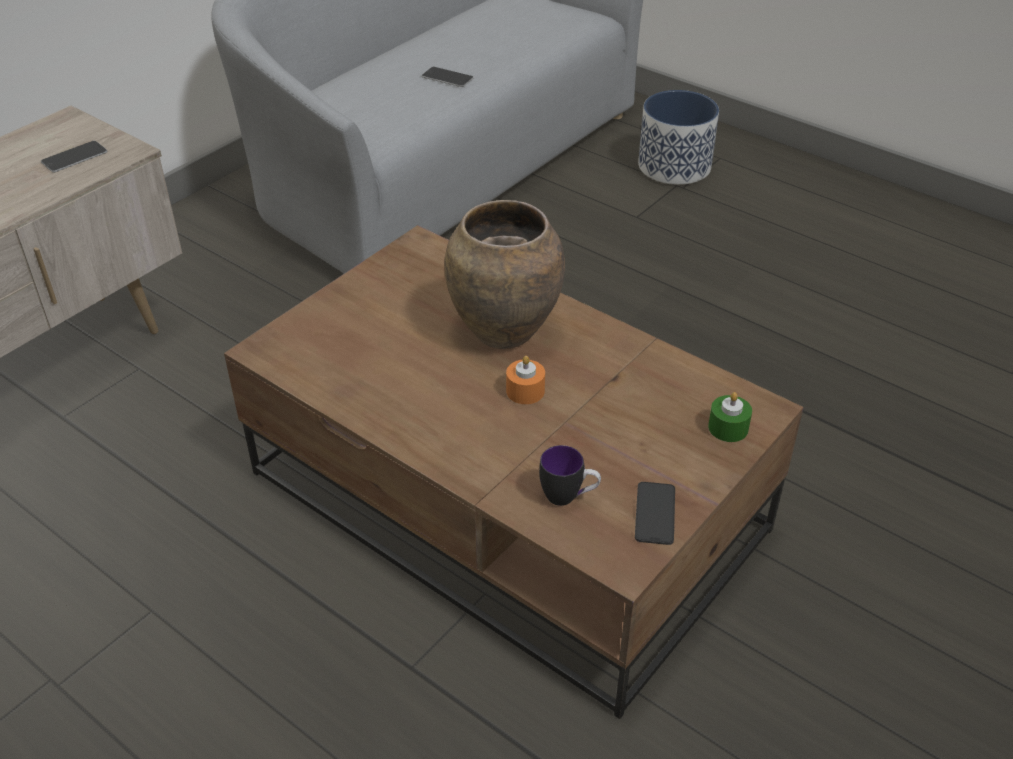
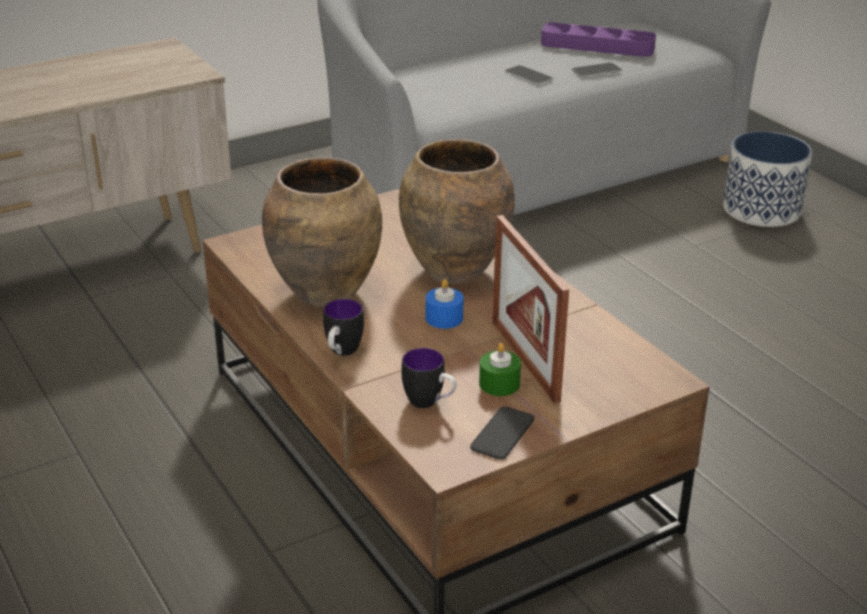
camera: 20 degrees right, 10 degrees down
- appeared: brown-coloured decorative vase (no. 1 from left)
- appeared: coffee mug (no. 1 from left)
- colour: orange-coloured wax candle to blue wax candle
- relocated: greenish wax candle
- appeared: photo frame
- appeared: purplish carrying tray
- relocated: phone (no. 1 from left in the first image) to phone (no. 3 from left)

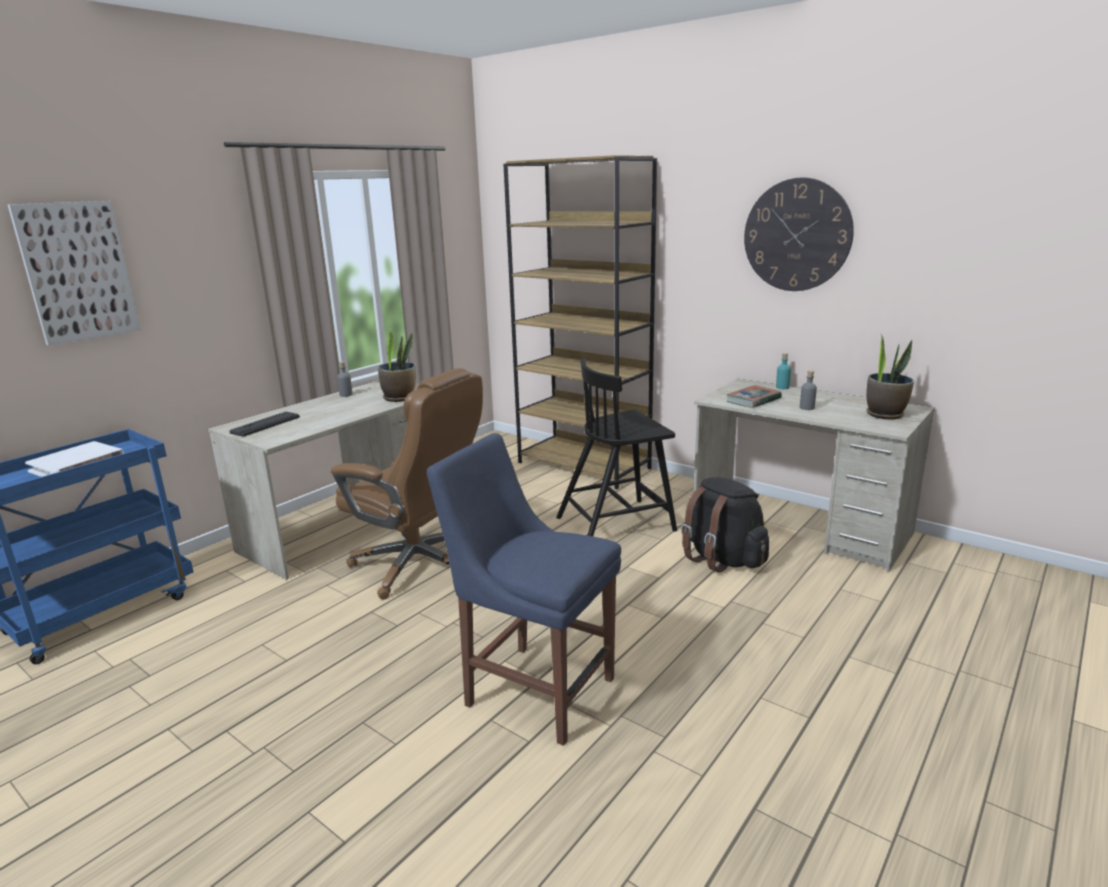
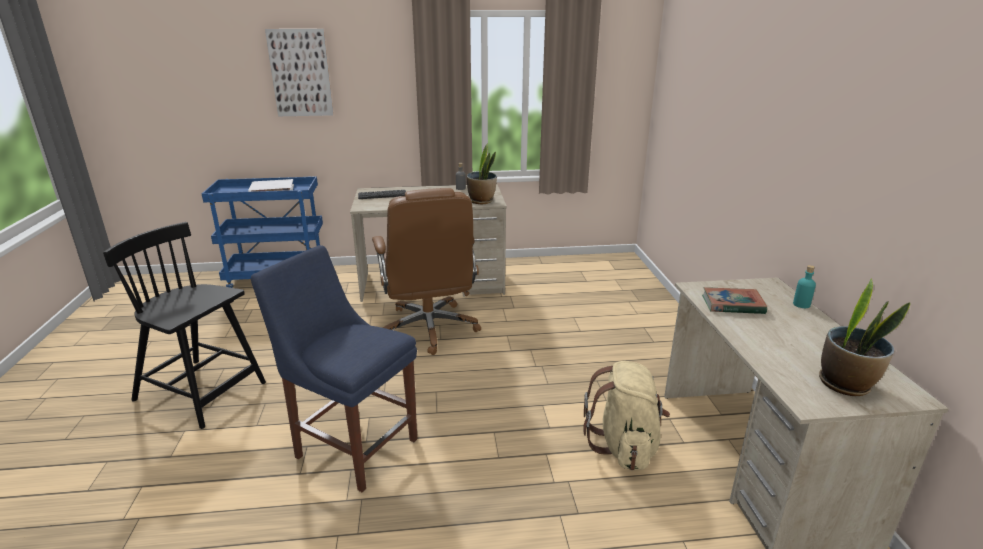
camera: 45 degrees right, 5 degrees up
- relocated: black-coloured upright chair
- spun: blue upright chair 45 degrees counterclockwise
- colour: black-coloured knapsack to beige-coloured knapsack
- missing: brown-coloured bookcase
- missing: clock on the wall
- missing: grey bottle (no. 2 from left)

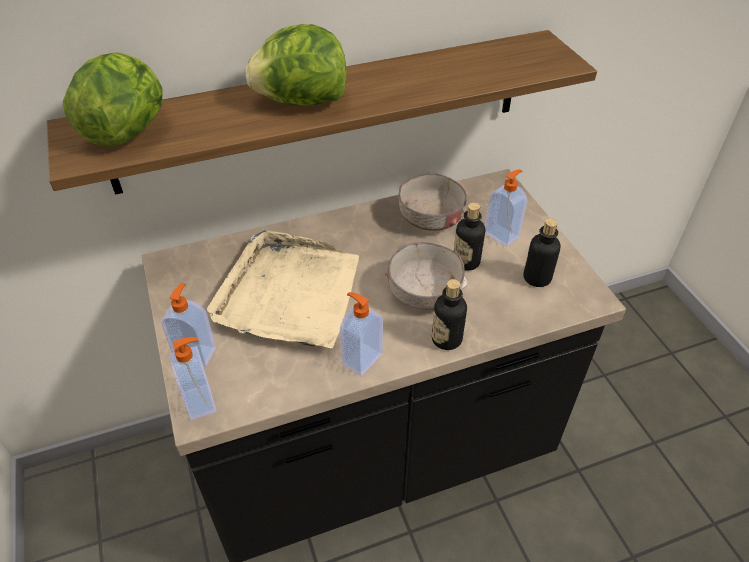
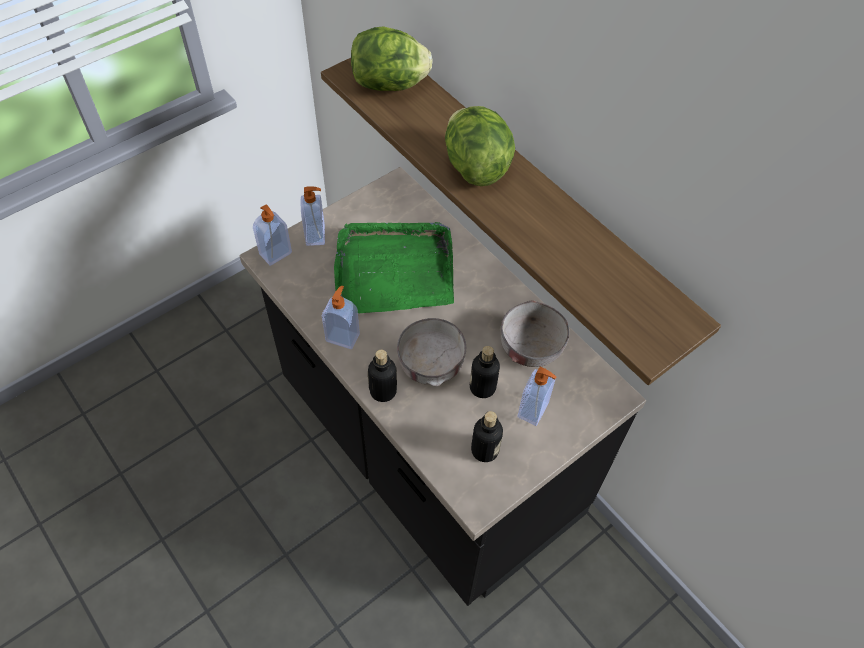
camera: 70 degrees right, 10 degrees up
- colour: beige-coloured carrying tray to greenish carrying tray

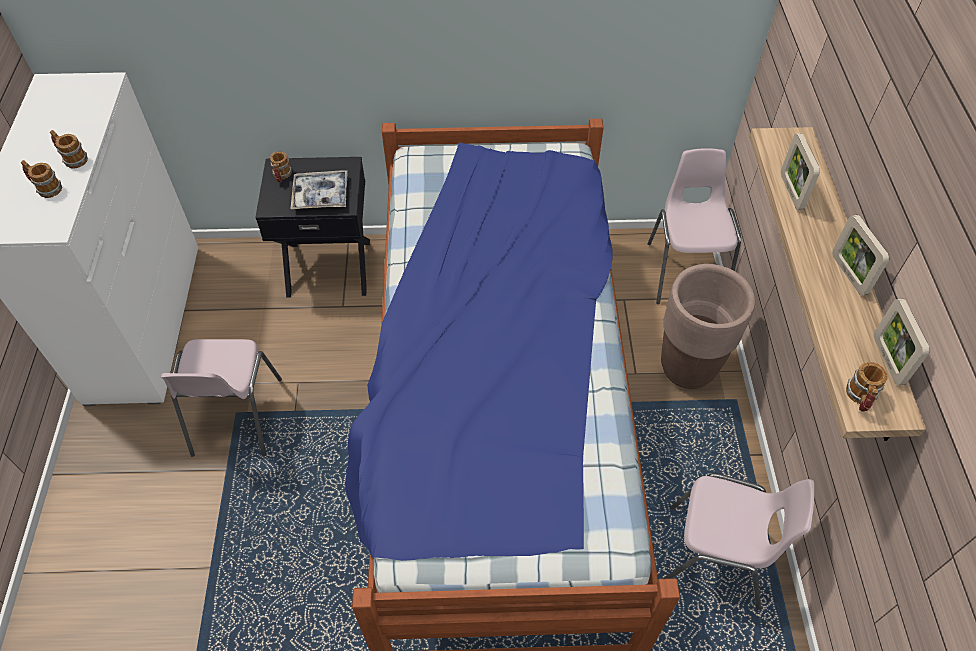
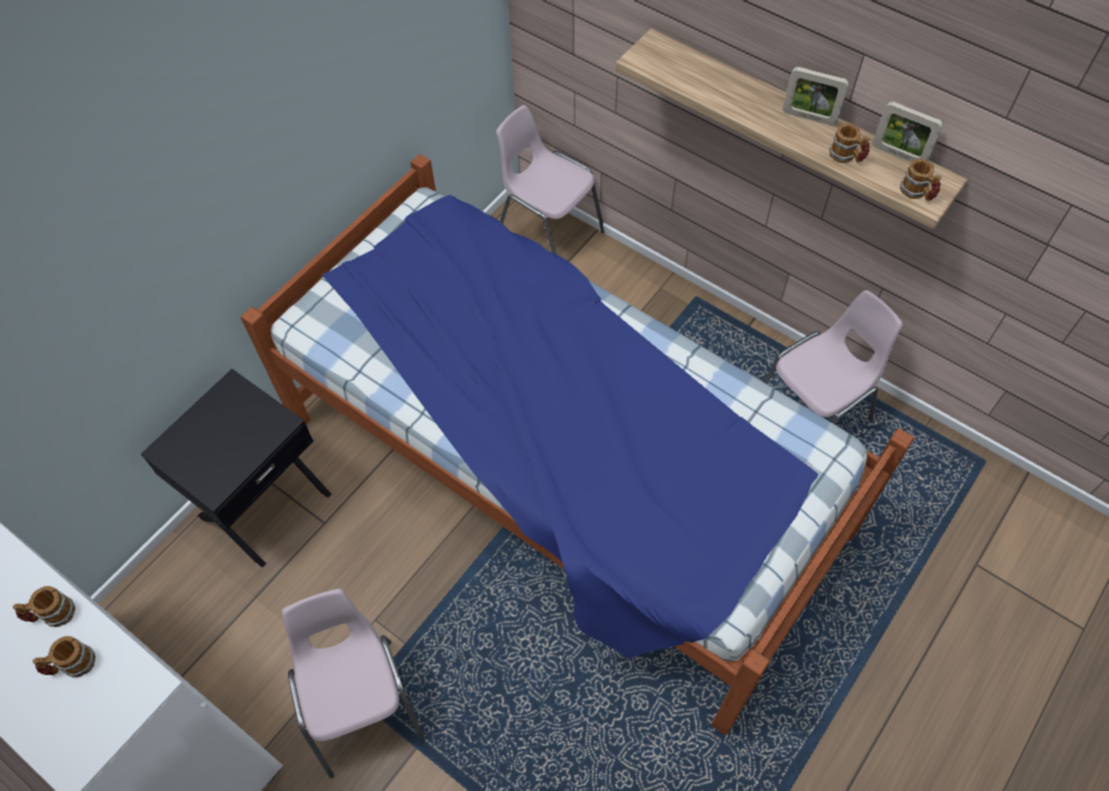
camera: 50 degrees left, 5 degrees up
- spun: pink upright chair (no. 1 from left) 150 degrees counterclockwise
- relocated: coffee mug (no. 3 from left)
- missing: carrying tray
- missing: brown-coloured plant pot
- missing: photo frame (no. 1 from left)

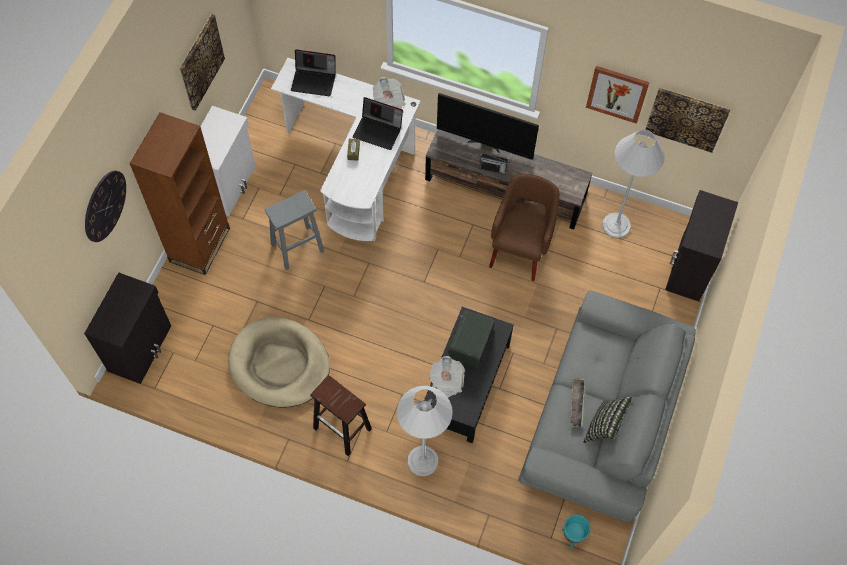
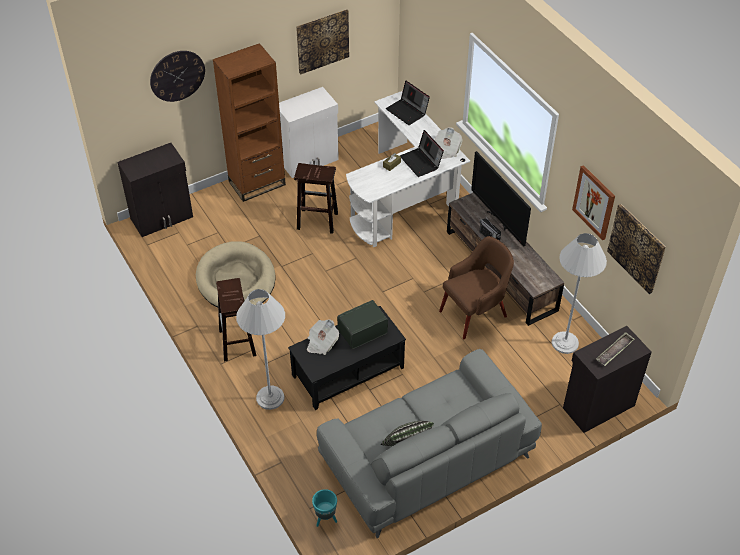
camera: 40 degrees right, 15 degrees down
- colour: grey sitting stool to brown-coloured sitting stool (no. 2 from left)
- relocated: carrying tray

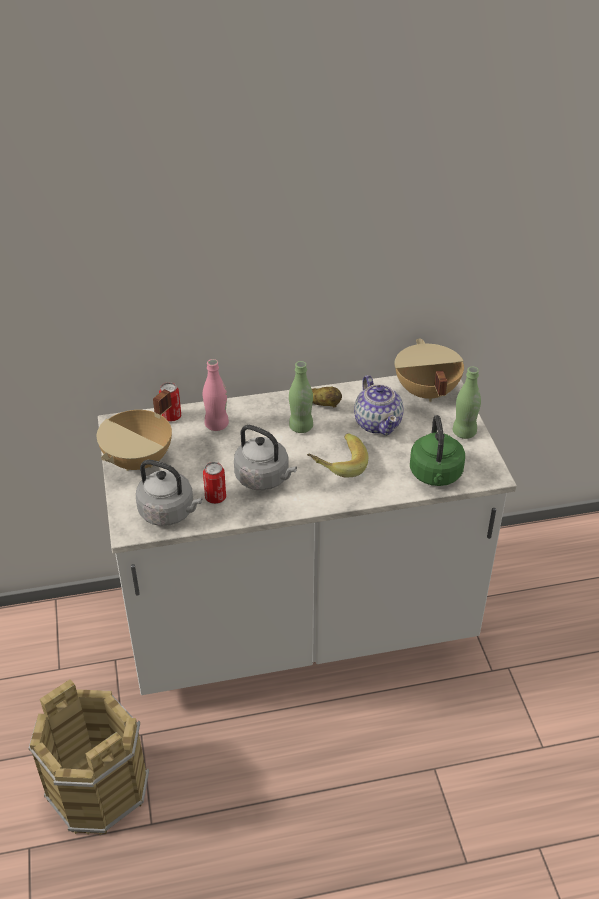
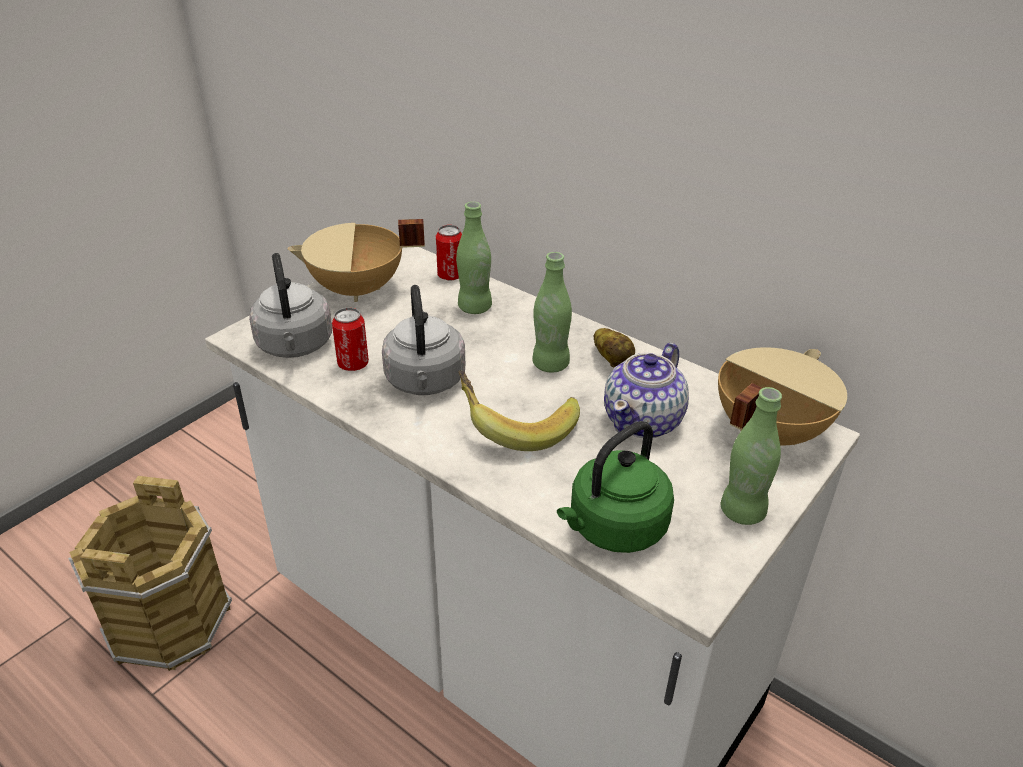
camera: 50 degrees right, 5 degrees down
- colour: pink bottle to greenish bottle (no. 1 from left)

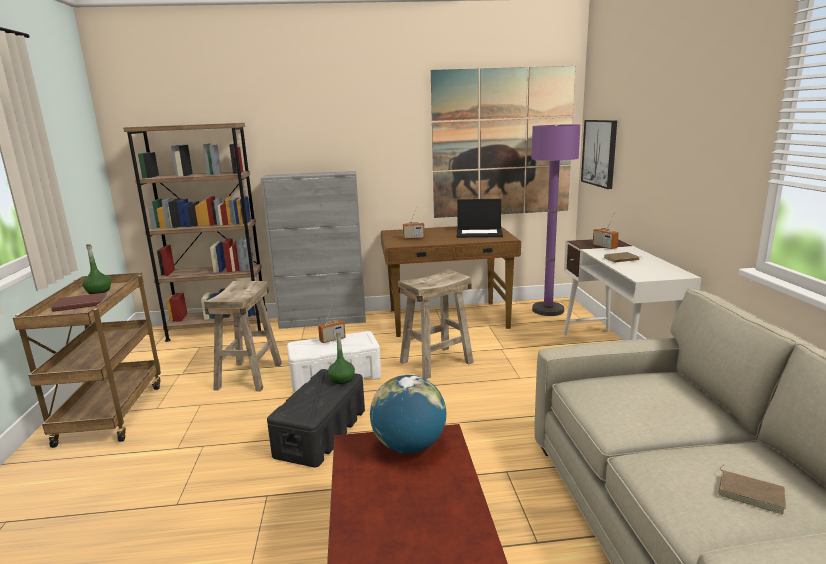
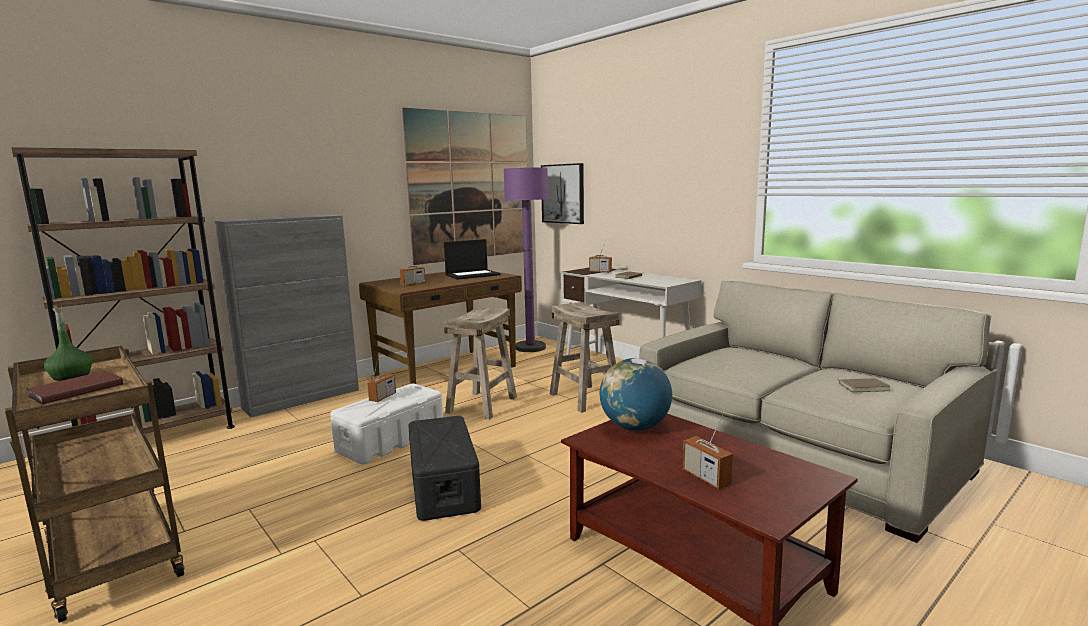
camera: 35 degrees left, 5 degrees down
- relocated: beige-coloured sitting stool (no. 1 from left in the first image) to beige-coloured sitting stool (no. 2 from left)
- appeared: radio set (no. 4 from left)
- missing: greenish bottle (no. 2 from left)

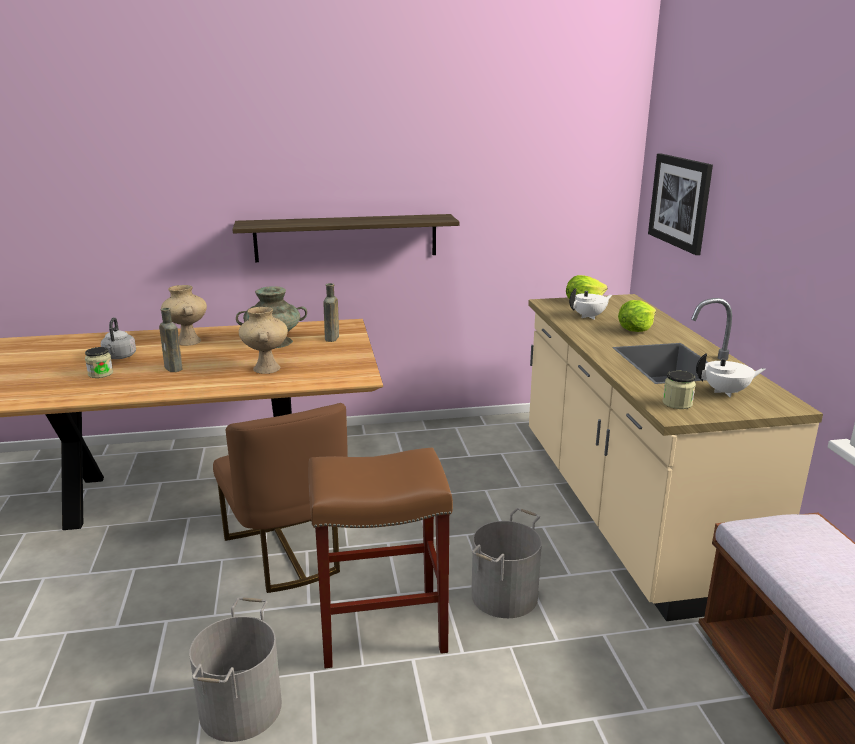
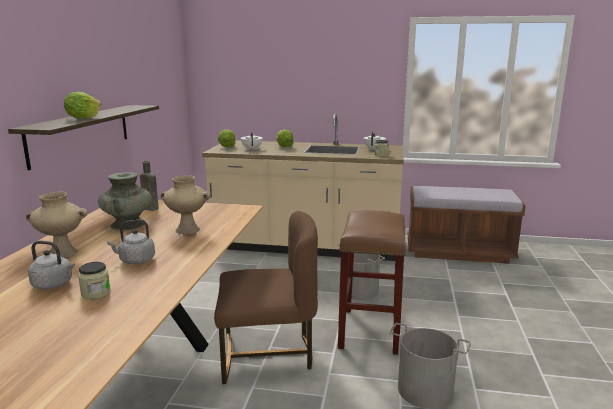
camera: 70 degrees left, 5 degrees down
- appeared: head of lettuce (no. 1 from left)
- exchanged: brown-coloured bottle (no. 1 from left) to grey water kettle (no. 2 from left)
- missing: wall picture

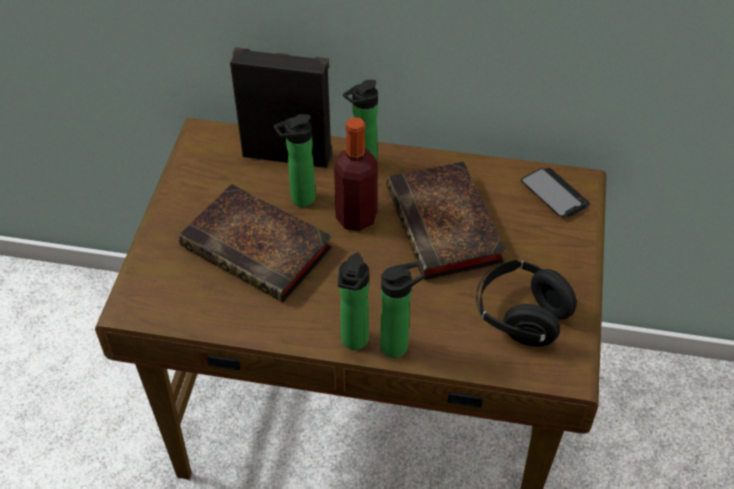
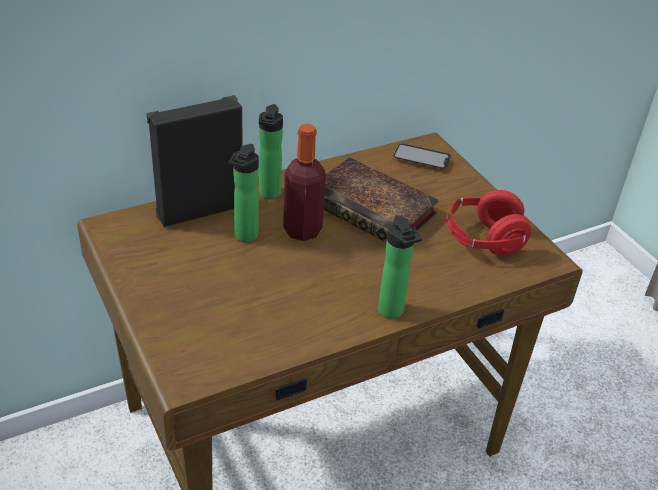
camera: 40 degrees left, 10 degrees down
- colour: black-coloured pair of headphones to reddish pair of headphones
- missing: book (no. 1 from left)
- missing: bottle (no. 5 from left)

